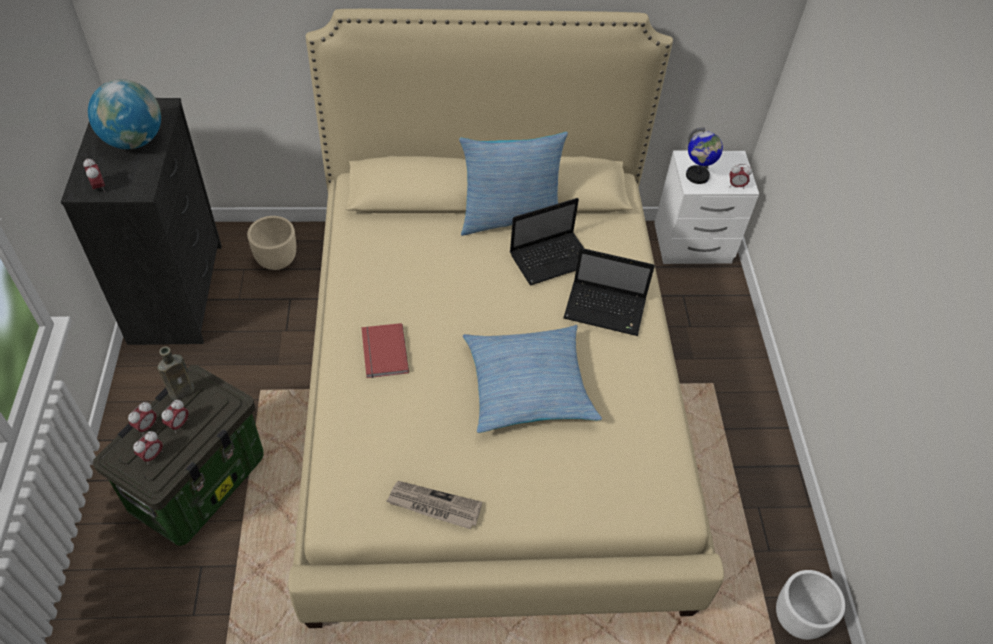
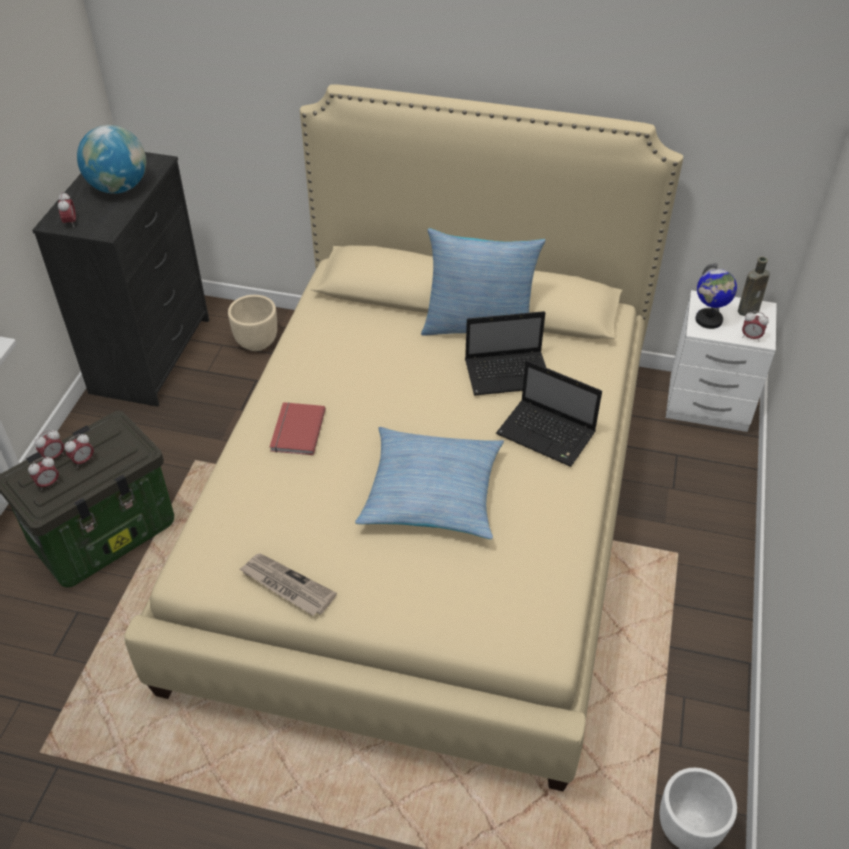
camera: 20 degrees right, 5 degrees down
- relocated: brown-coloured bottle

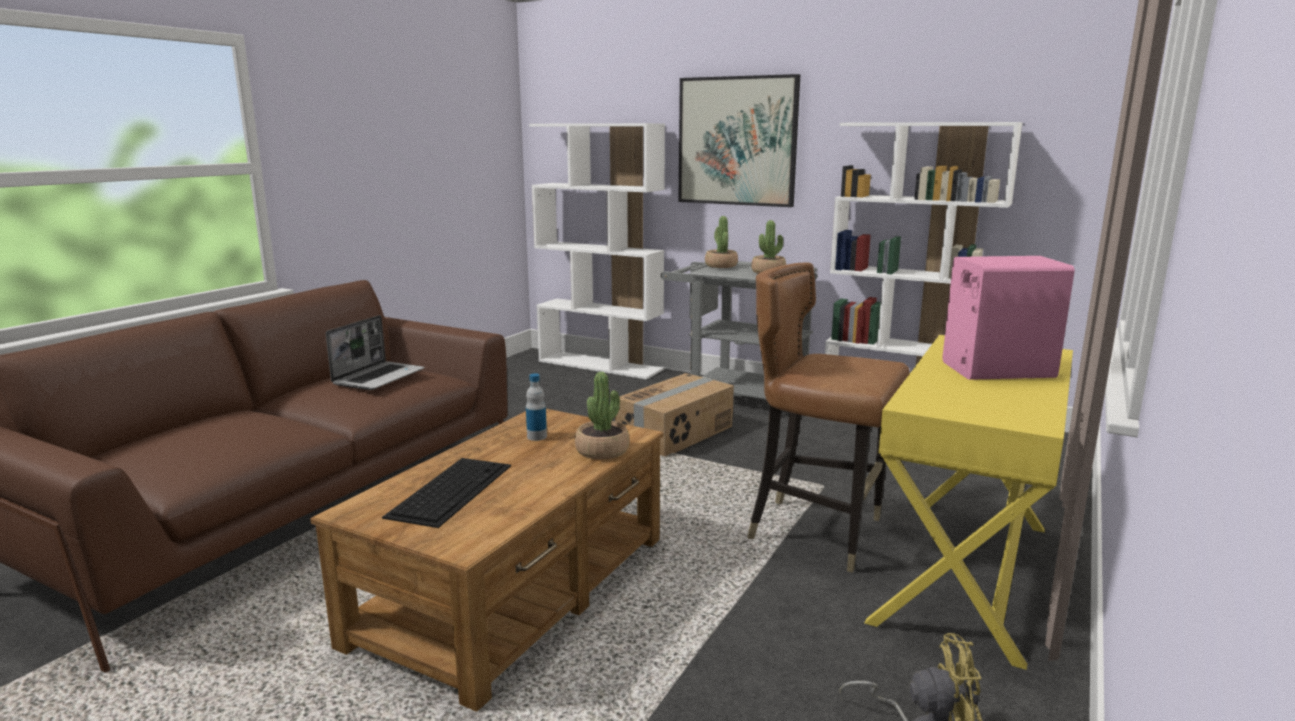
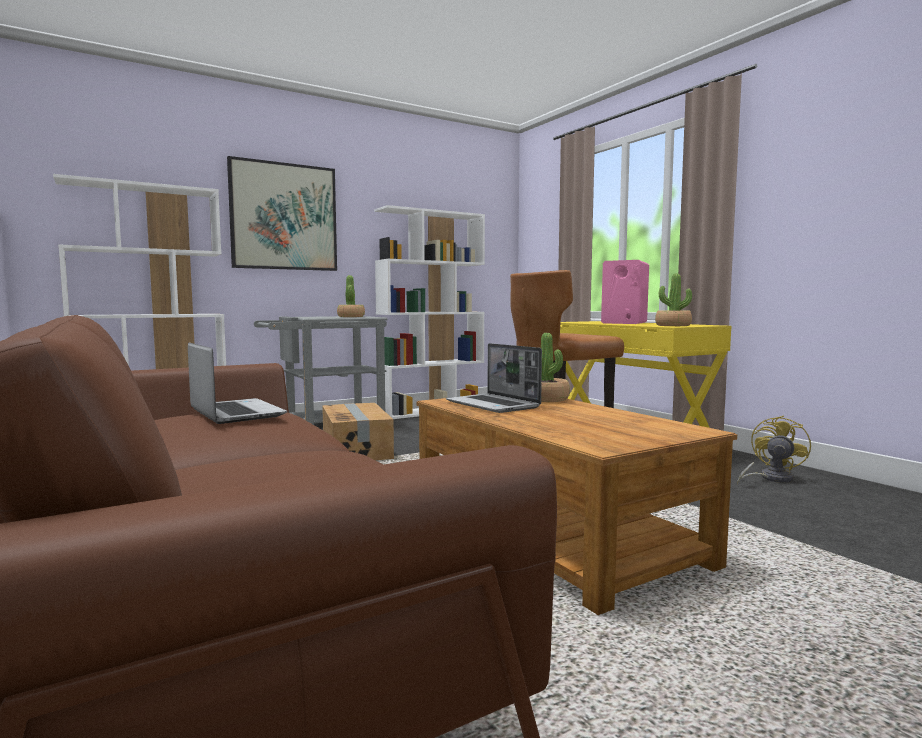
camera: 60 degrees left, 10 degrees down
- exchanged: bottle to laptop (no. 2 from left)
- relocated: houseplant (no. 2 from left in the first image) to houseplant (no. 3 from left)
- missing: PC keyboard

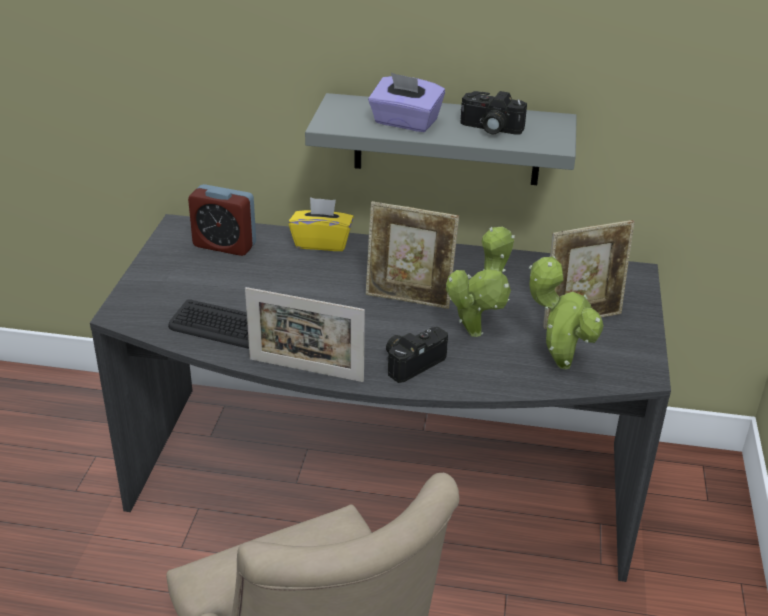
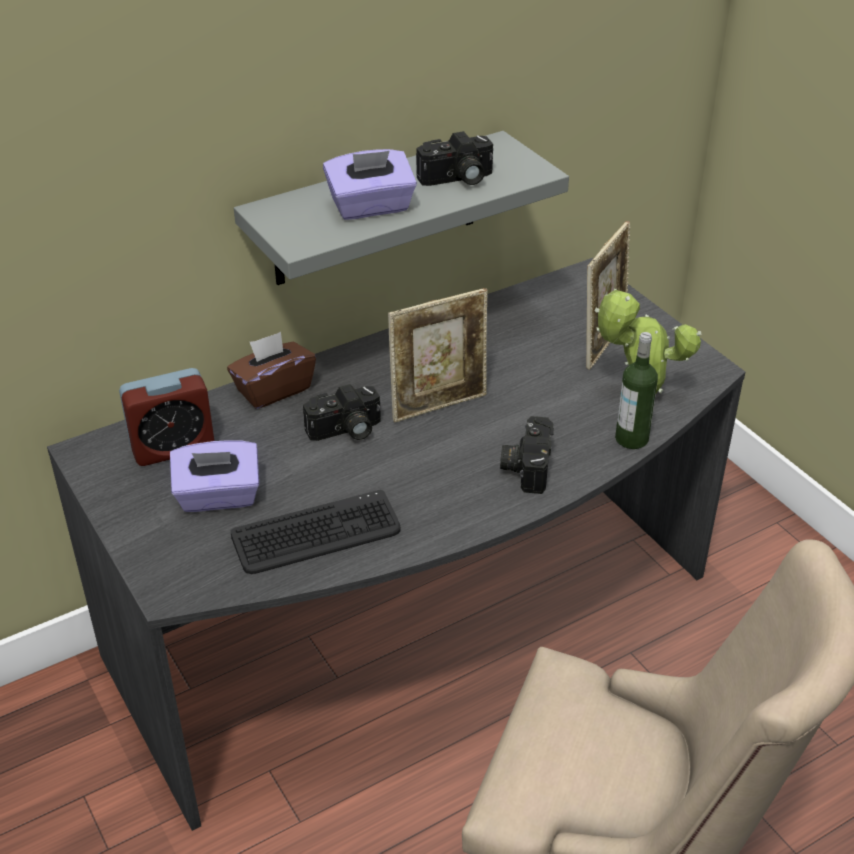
camera: 40 degrees left, 5 degrees up
- appeared: purplish tissue holder (no. 1 from left)
- colour: yellow-coloured tissue holder to brown-coloured tissue holder
- appeared: still camera (no. 1 from left)
- appeared: bottle
- missing: photo frame (no. 1 from left)
- missing: houseplant (no. 1 from left)

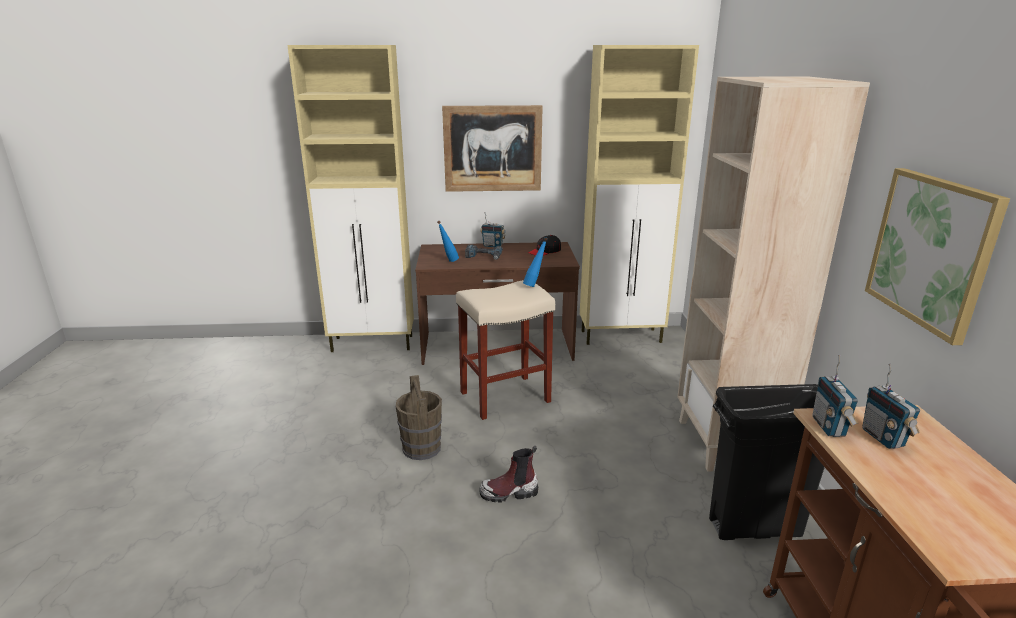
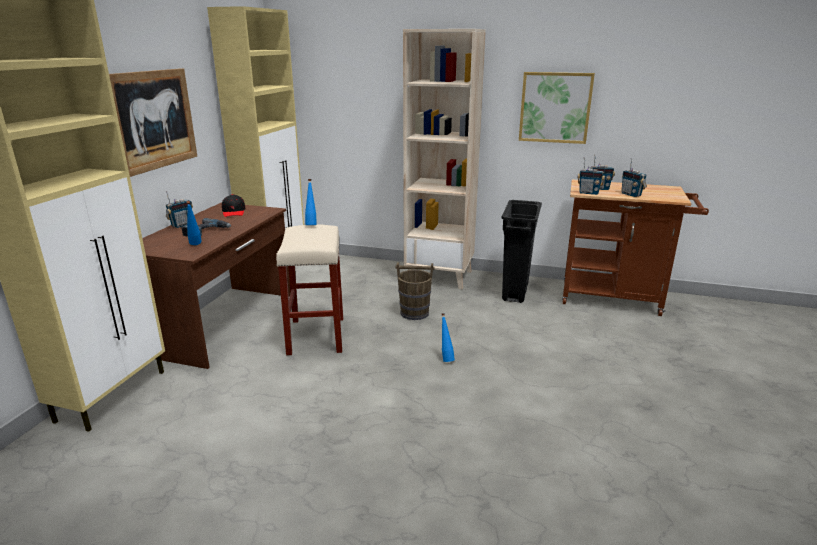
camera: 70 degrees left, 0 degrees up
- relocated: brown-coloured water bucket
- exchanged: high-top boot to blue bottle (no. 3 from left)
- appeared: radio set (no. 4 from left)

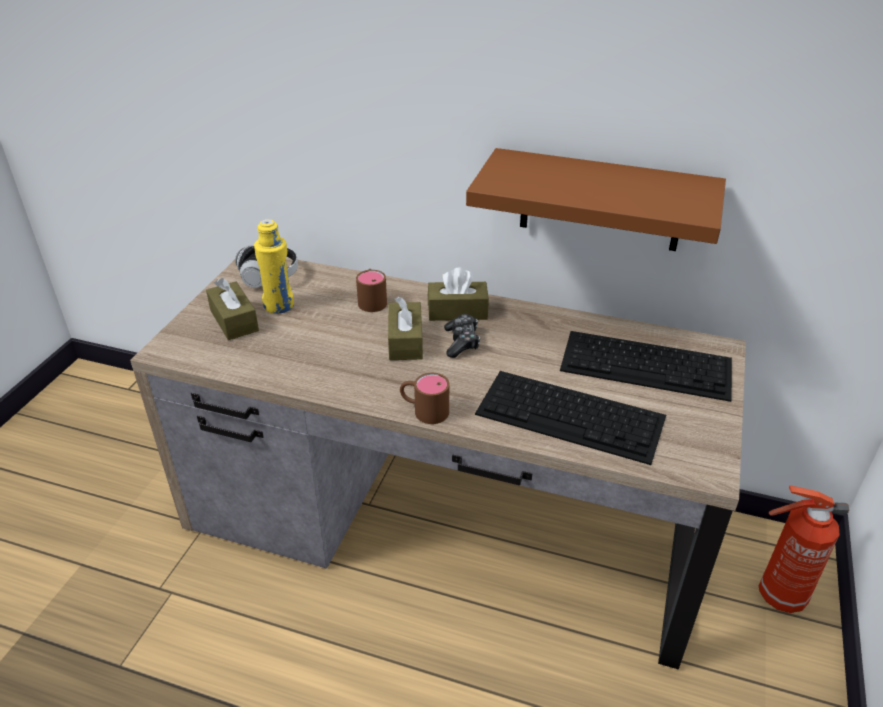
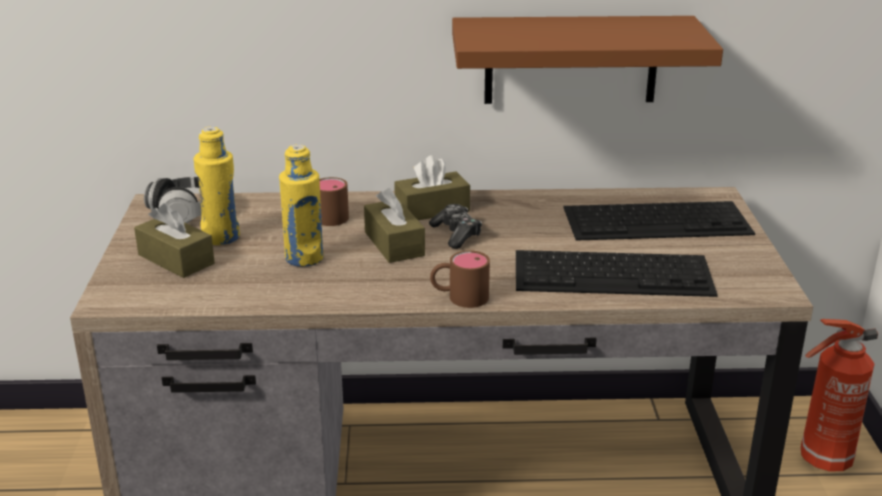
camera: 20 degrees left, 10 degrees down
- appeared: yellow-coloured bottle (no. 2 from left)

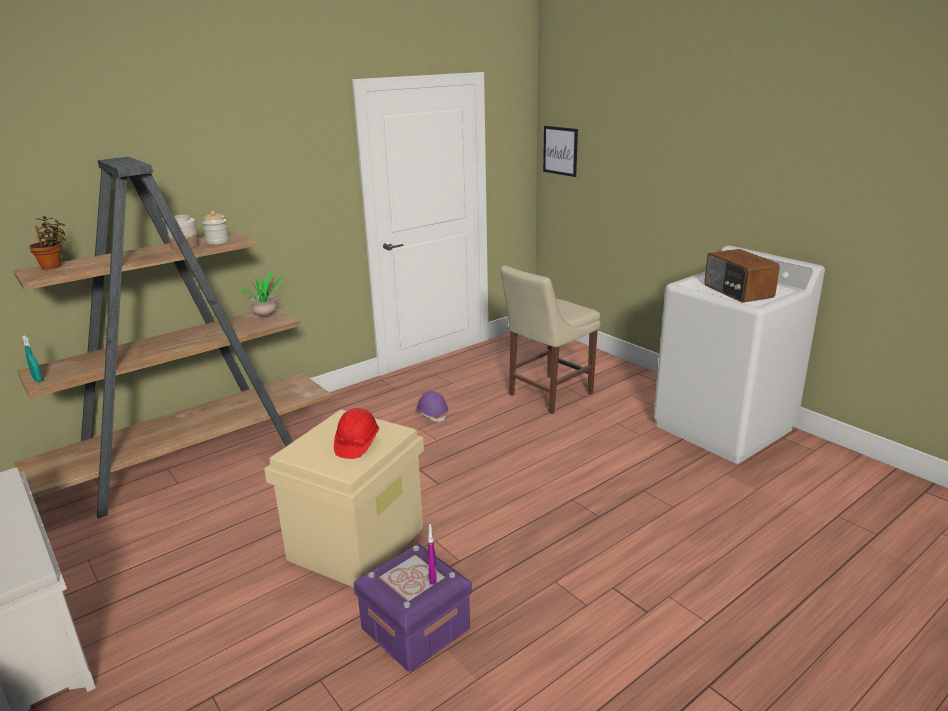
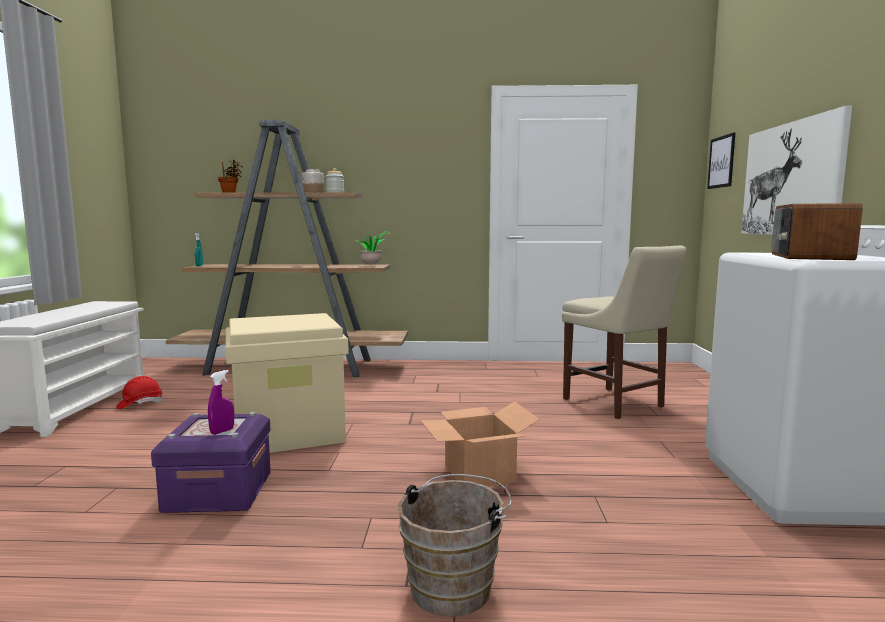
camera: 40 degrees right, 15 degrees down
- relocated: reddish safety helmet
- appeared: brown-coloured water bucket
- appeared: carton
- spun: beige-coloured upright chair 120 degrees counterclockwise
- appeared: wall picture (no. 2 from left)
- missing: purplish safety helmet

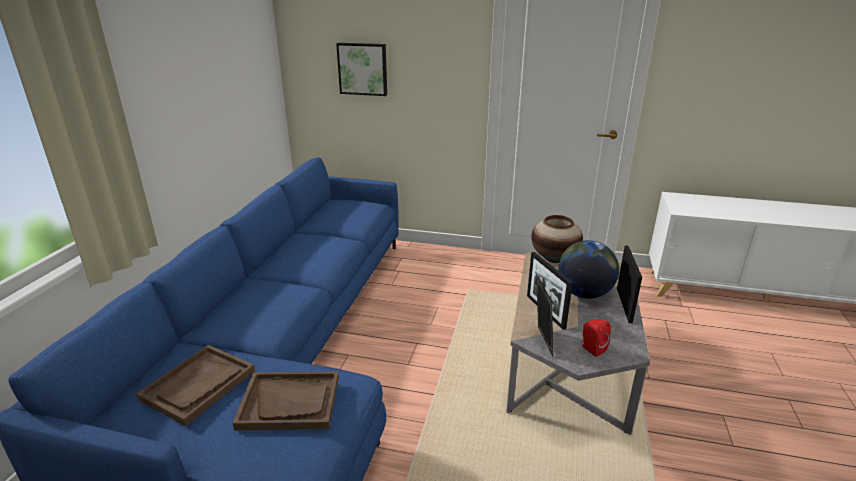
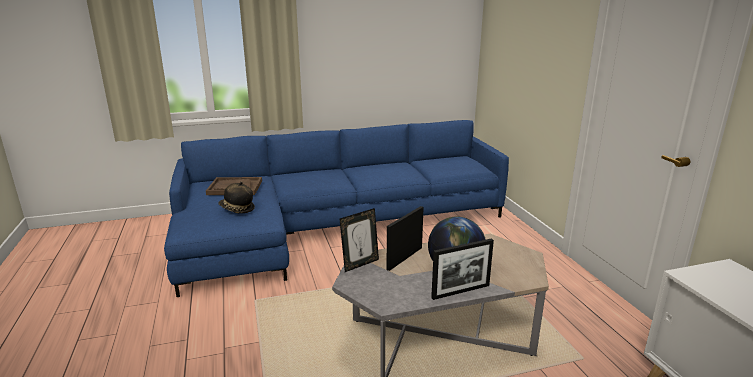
camera: 60 degrees right, 5 degrees down
- exchanged: brown-coloured carrying tray (no. 2 from left) to clothing hat
- missing: wall picture
- missing: decorative vase
- missing: reddish audio speaker

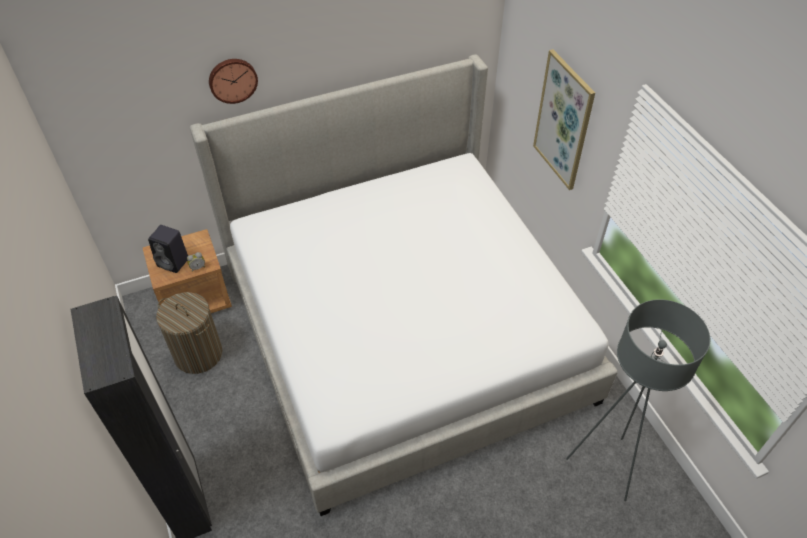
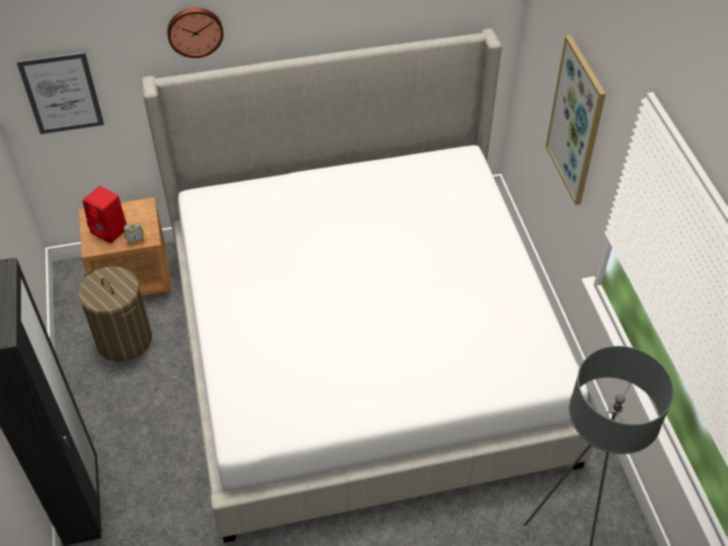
camera: 10 degrees right, 0 degrees up
- appeared: wall picture (no. 1 from left)
- colour: black-coloured audio speaker to reddish audio speaker

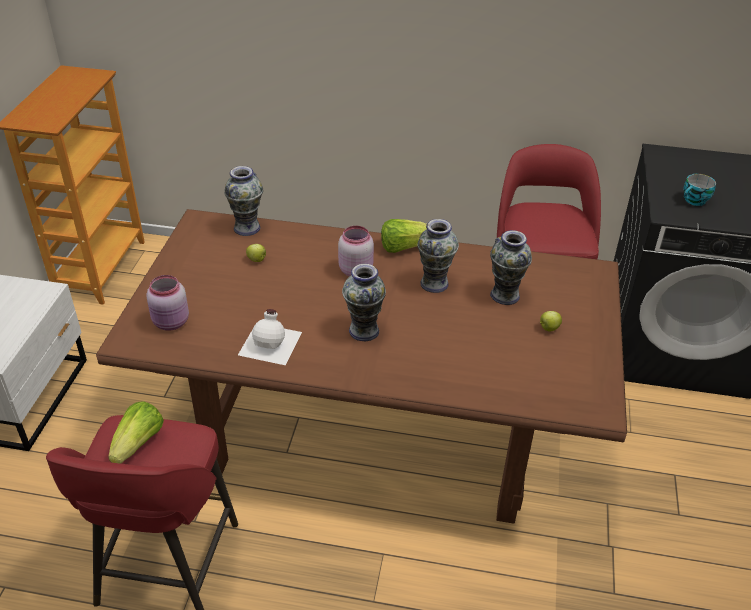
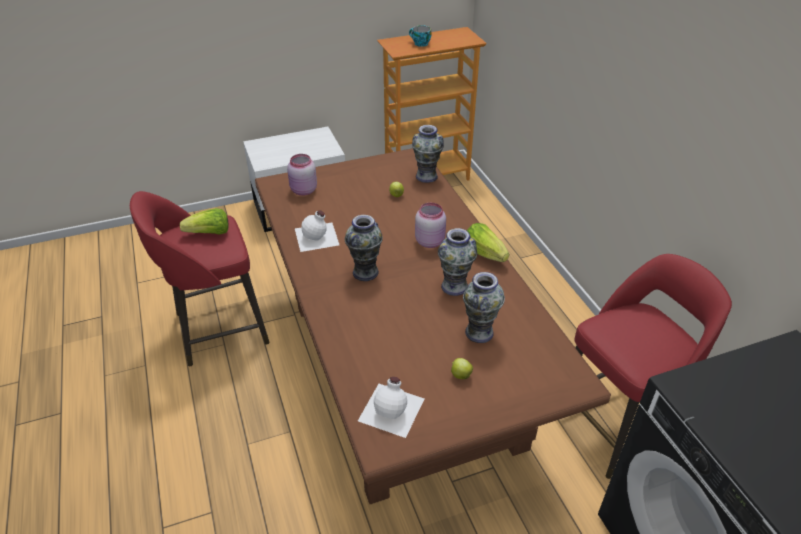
camera: 60 degrees right, 0 degrees up
- appeared: whitish bottle (no. 2 from left)
- relocated: drinking cup

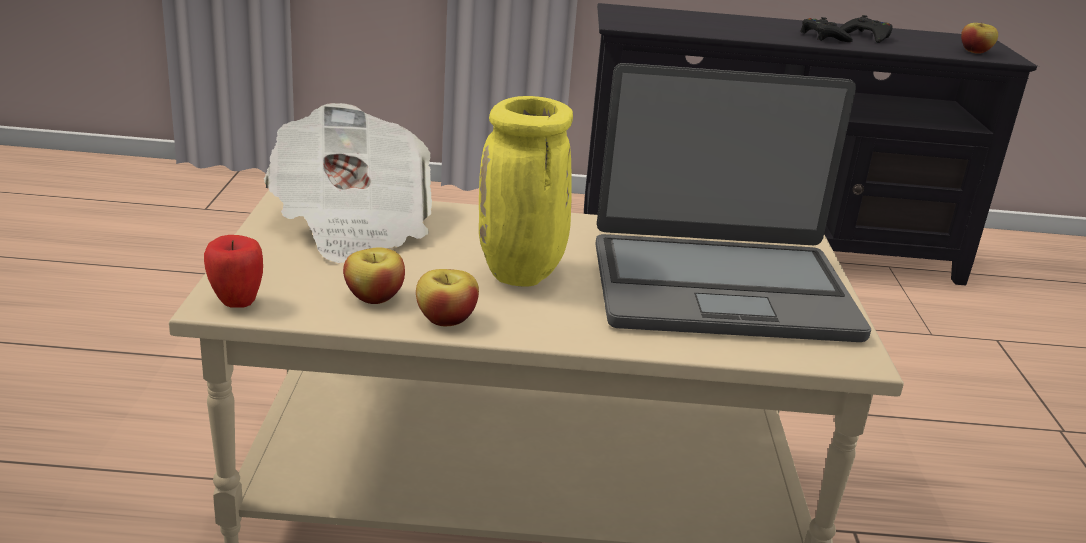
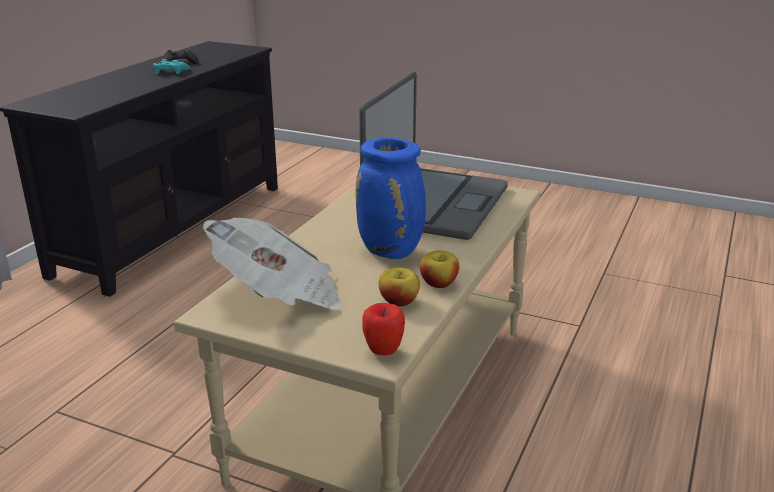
camera: 65 degrees left, 0 degrees up
- colour: black-coloured gamepad (no. 1 from left) to blue-green gamepad
- colour: yellow-coloured decorative vase to blue decorative vase
- missing: apple (no. 4 from left)

